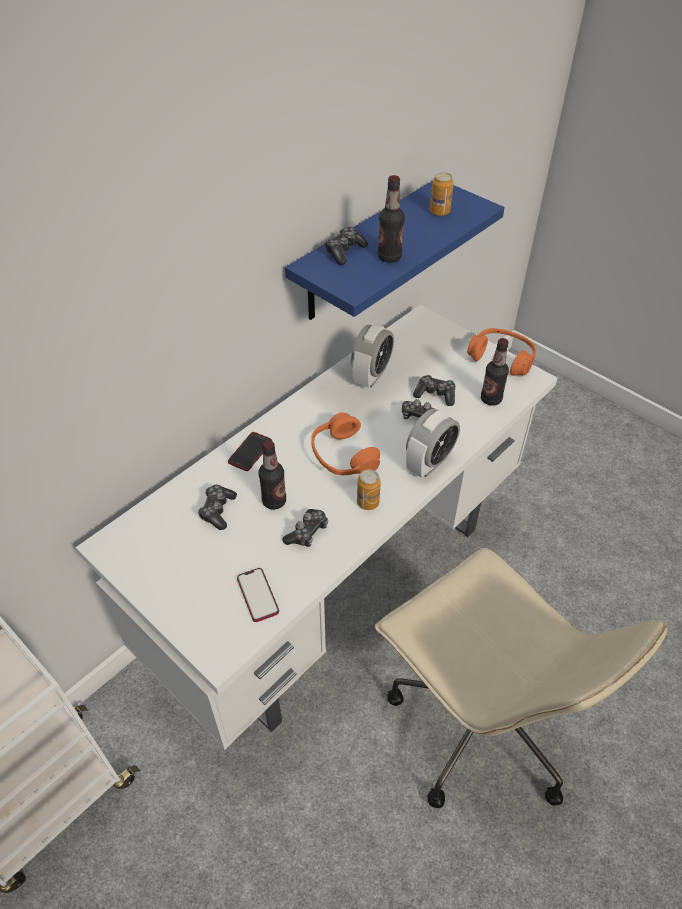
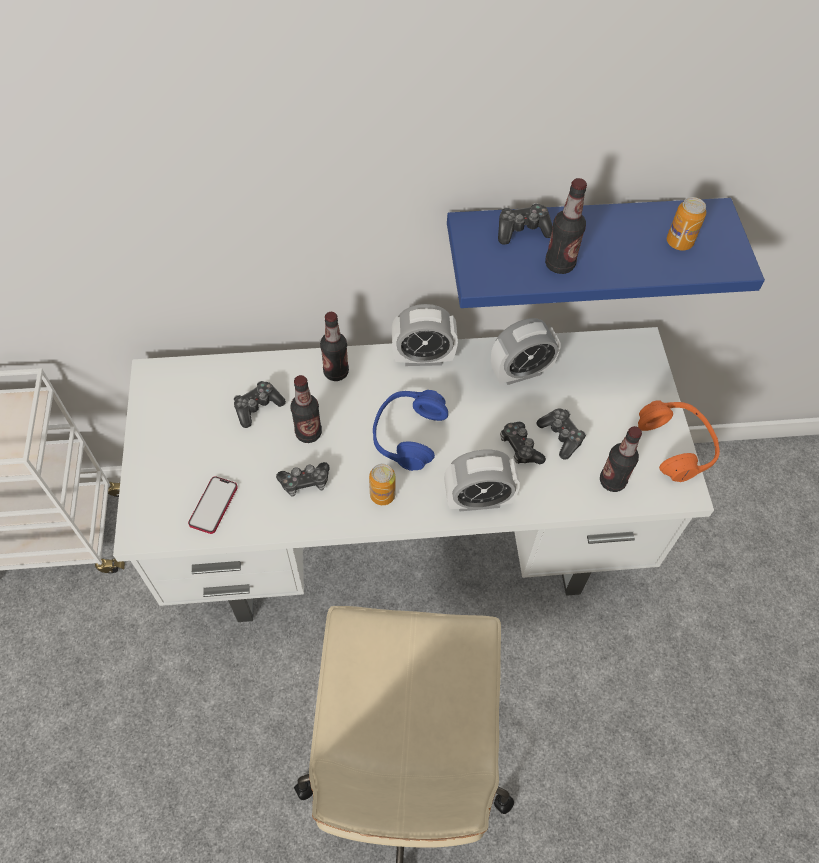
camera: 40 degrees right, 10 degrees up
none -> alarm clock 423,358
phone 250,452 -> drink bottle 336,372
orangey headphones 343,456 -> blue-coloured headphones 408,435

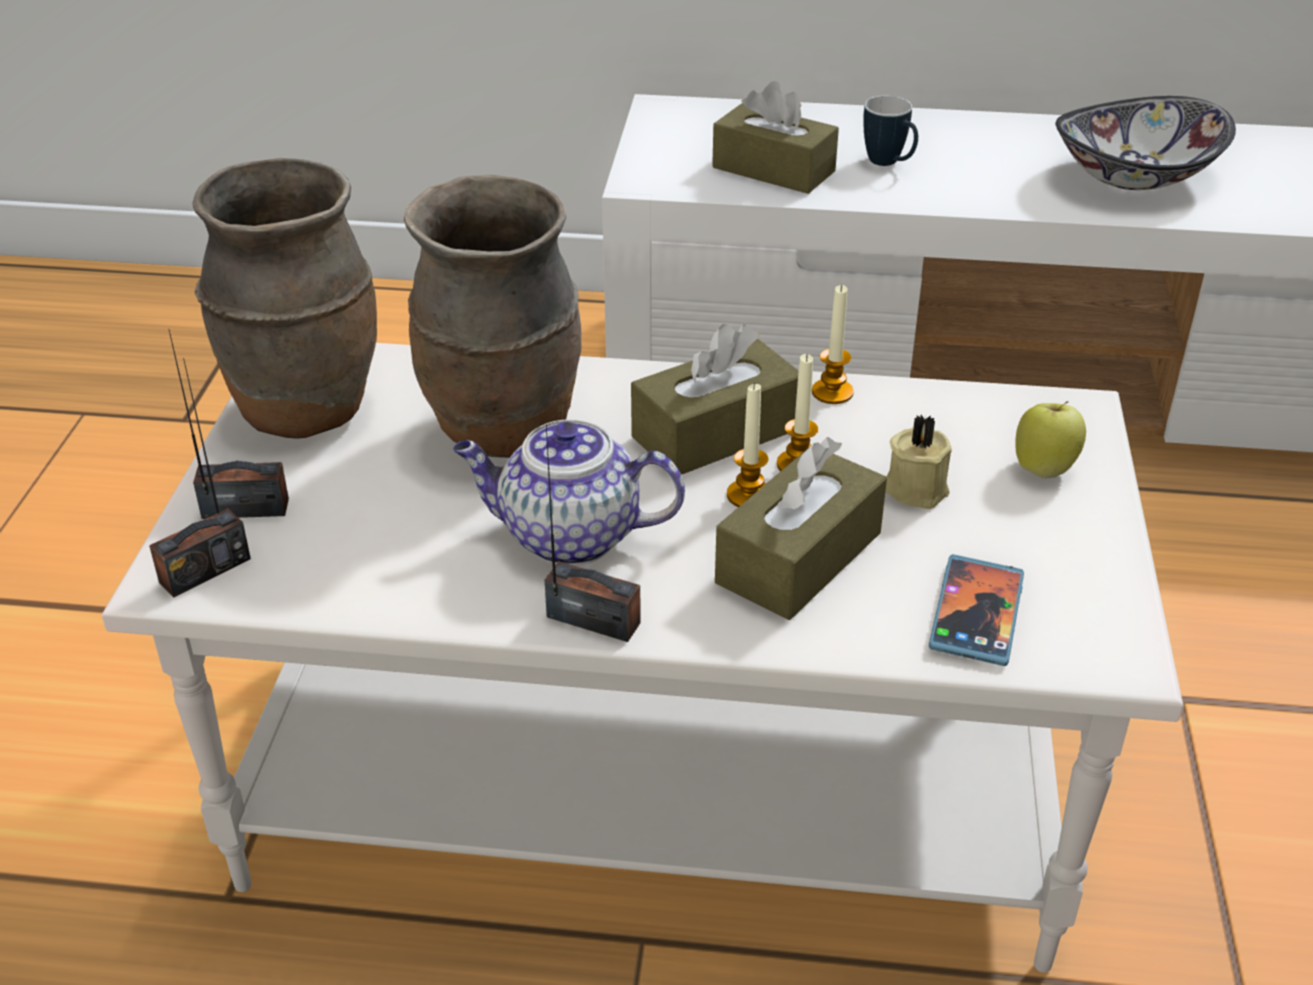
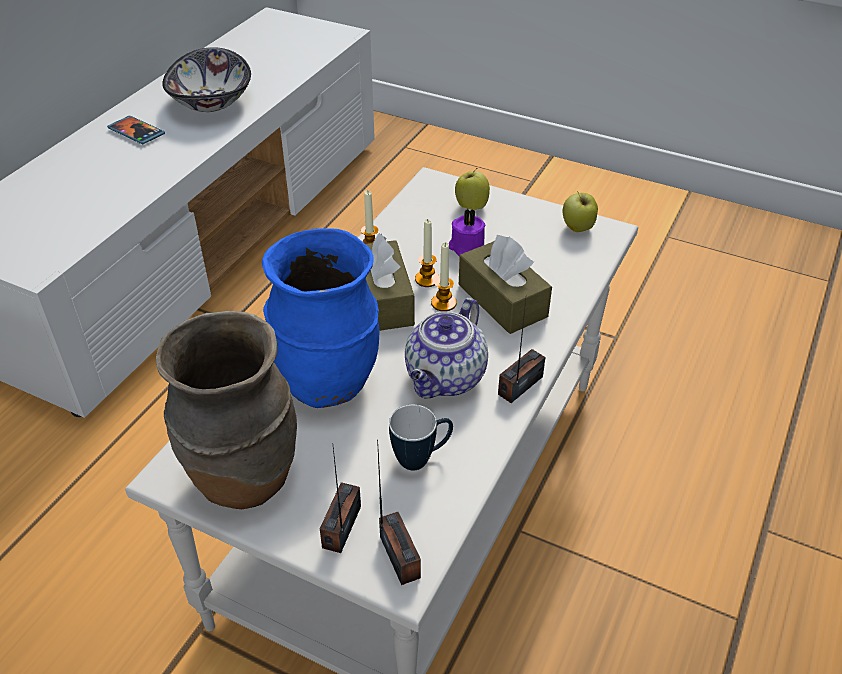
camera: 70 degrees left, 5 degrees up
brown-coloured box of tissues 773,169 -> none
none -> apple 577,229
tea mug 889,164 -> tea mug 421,458, moved
phone 976,613 -> phone 136,132, moved
brown-coloured flower vase 504,432 -> blue-coloured flower vase 329,384
sand-coloured candle 915,488 -> purplish candle 466,248

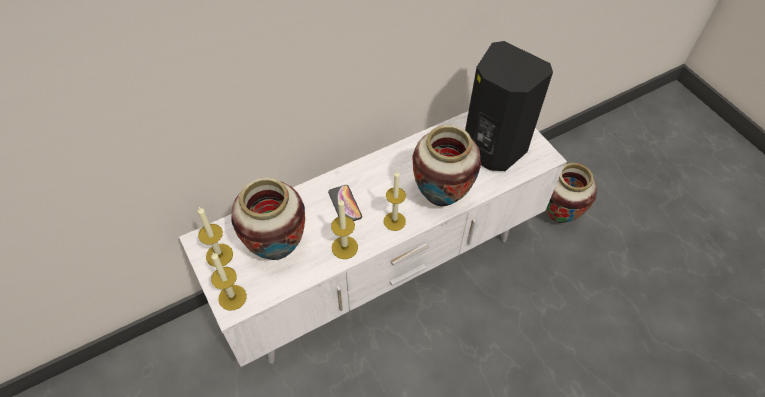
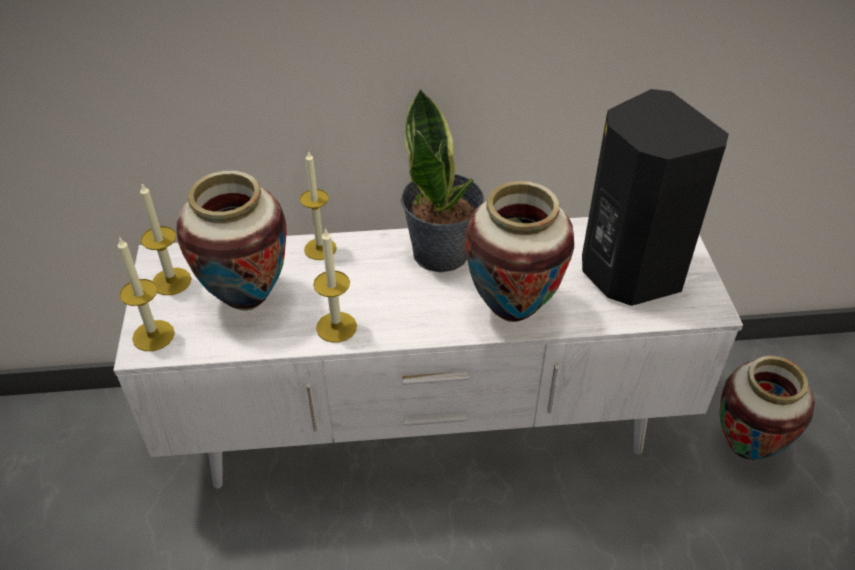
camera: 25 degrees right, 10 degrees down
phone 345,204 -> none
none -> houseplant 442,252
candle 394,221 -> candle 320,249, moved

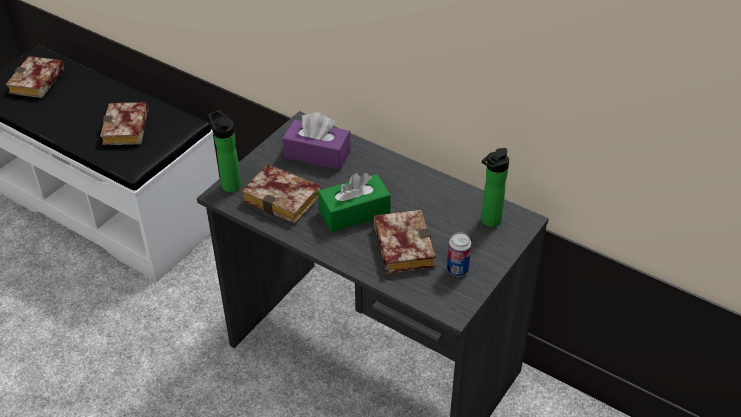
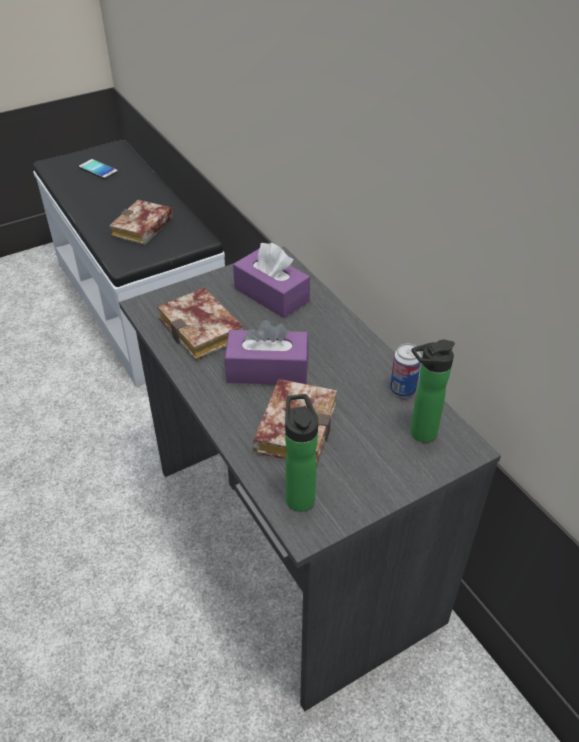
camera: 25 degrees right, 0 degrees up
drink bottle 230,184 -> drink bottle 299,496, moved
can 457,270 -> can 402,389, moved
book 37,83 -> phone 98,169
green-coloured box of tissues 354,212 -> purplish box of tissues 267,370

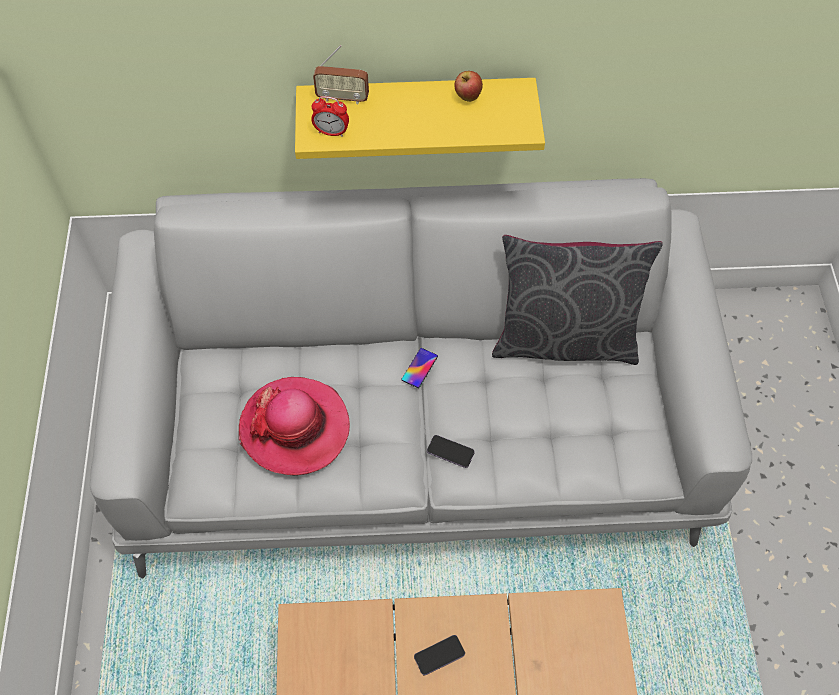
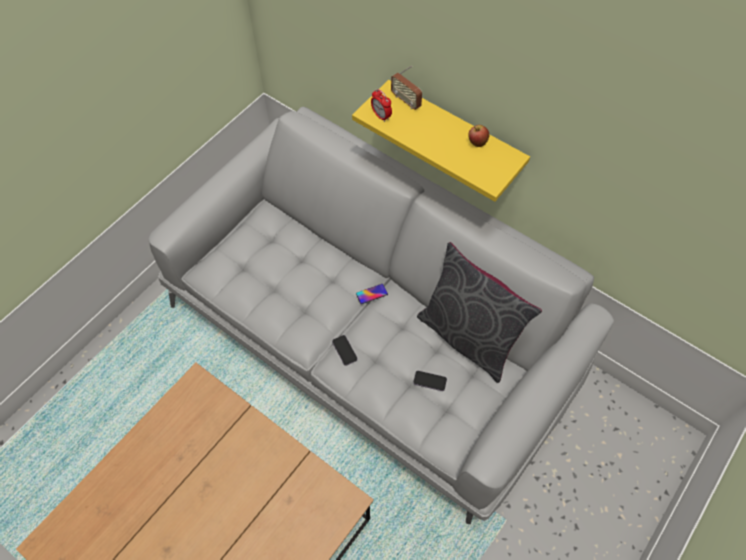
camera: 40 degrees right, 0 degrees up
wearable hat 295,427 -> none
phone 439,655 -> phone 430,381, moved

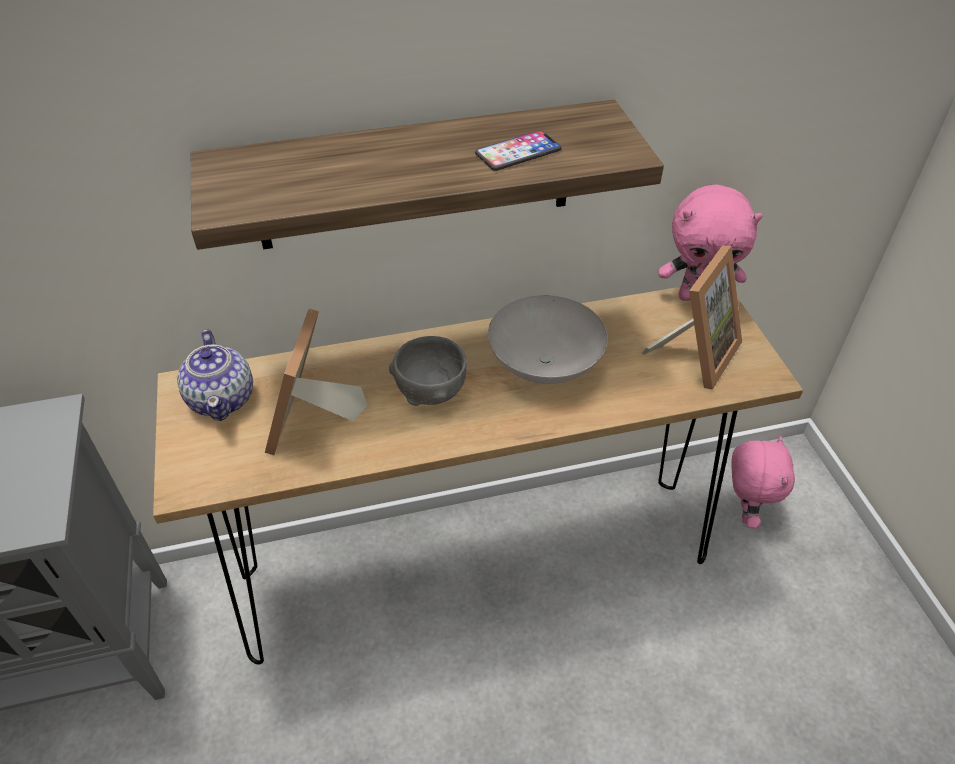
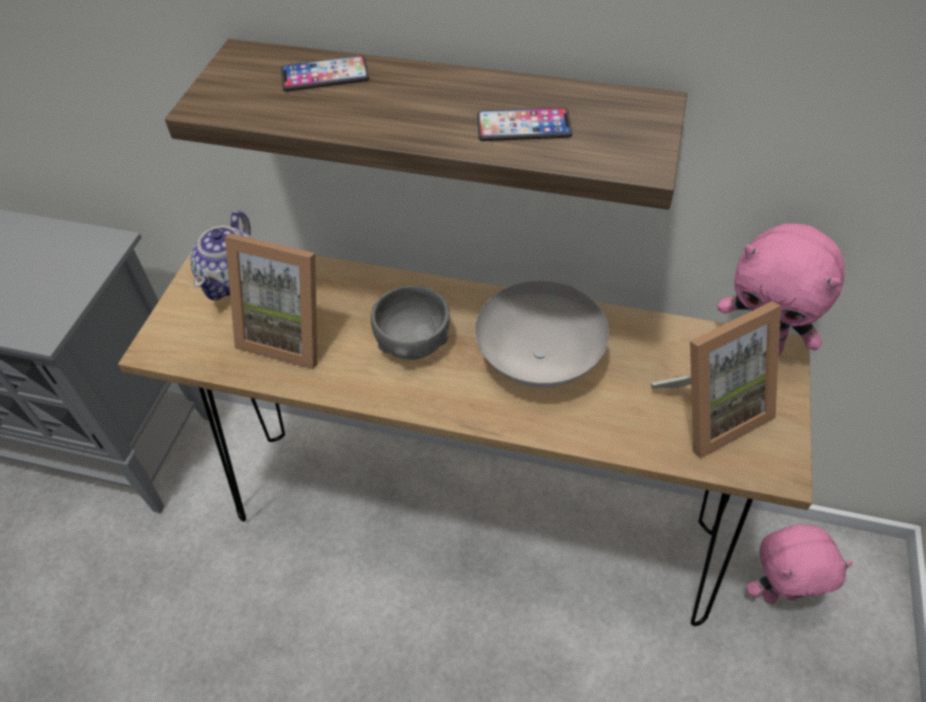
camera: 30 degrees right, 5 degrees up
none -> phone 325,75
photo frame 312,423 -> photo frame 290,333, 105 degrees counterclockwise
pink-coloured plush toy 744,511 -> pink-coloured plush toy 778,593, 45 degrees clockwise

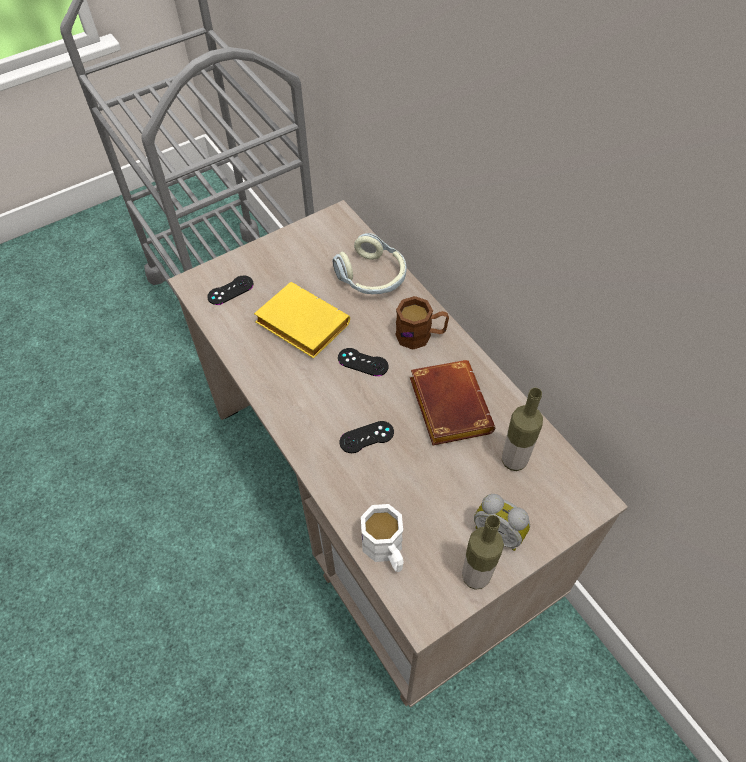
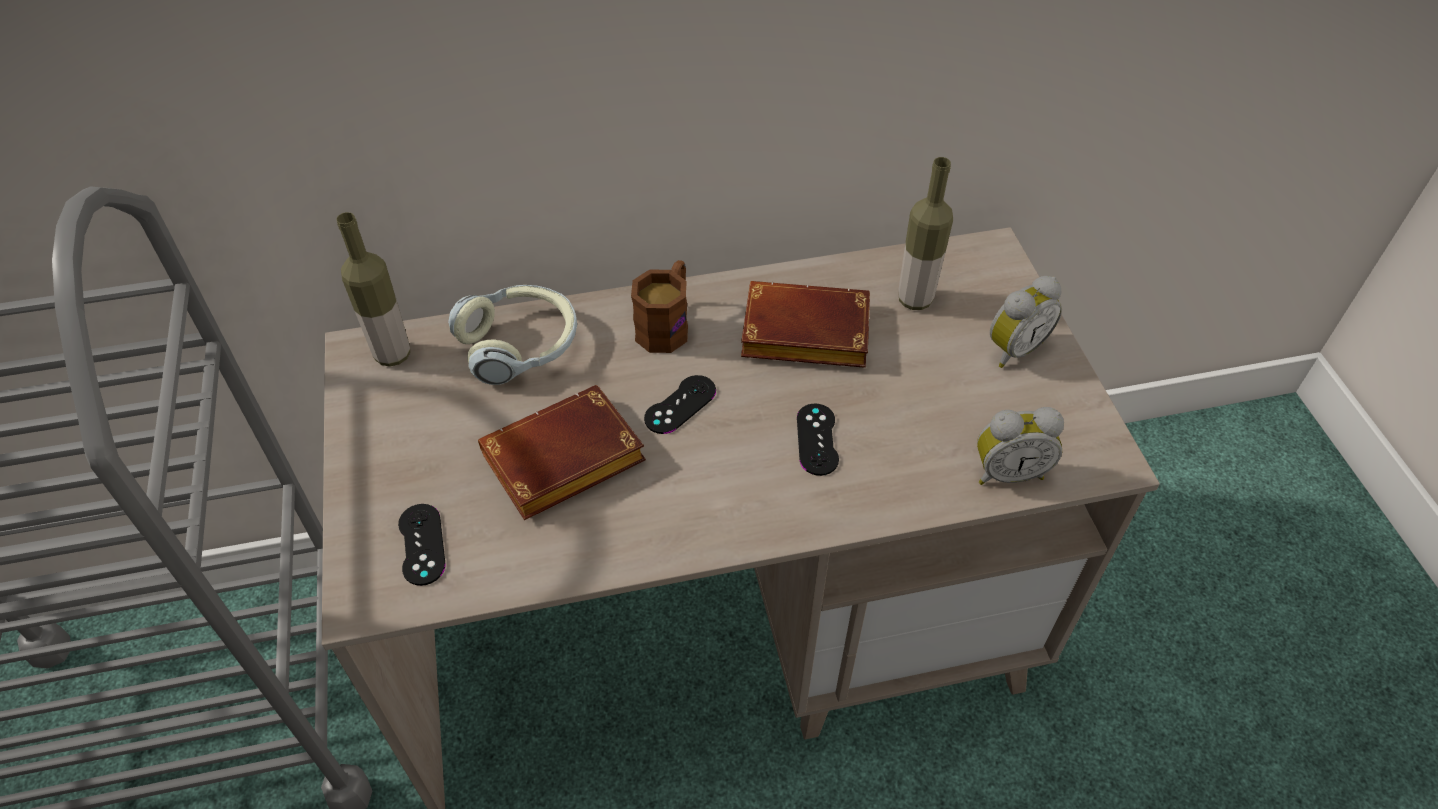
camera: 70 degrees left, 5 degrees down
drink bottle 475,576 -> drink bottle 392,354, moved
whitish tea mug 386,550 -> alarm clock 1007,471
yellow-coloured book 299,325 -> brown-coloured book 561,464

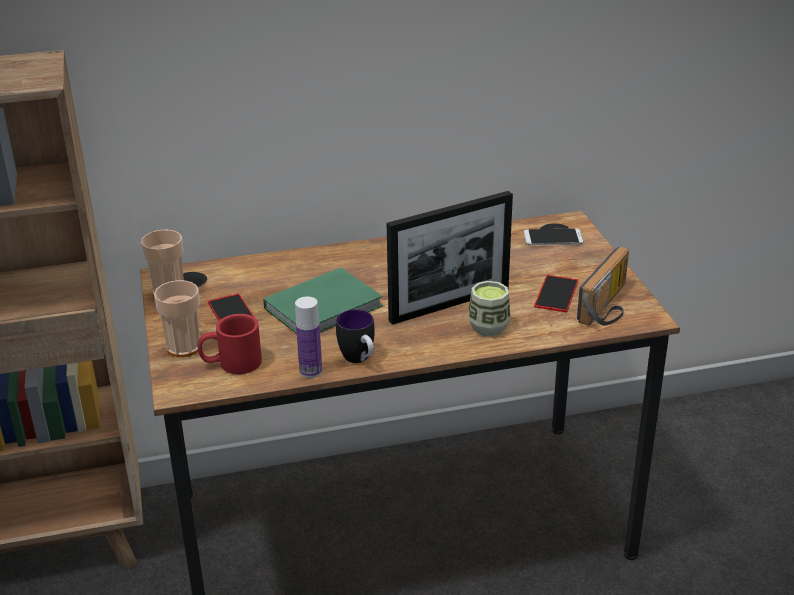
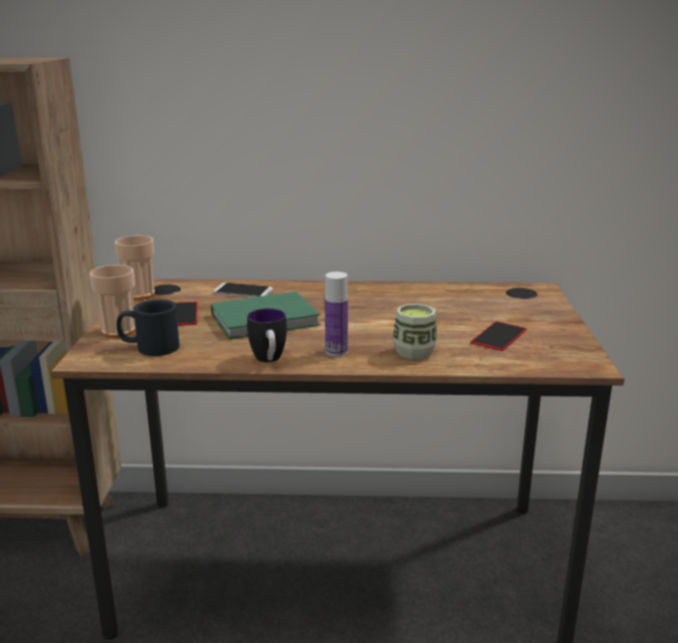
camera: 15 degrees right, 10 degrees down
photo frame 449,304 -> none
radio receiver 609,307 -> none
drink bottle 311,371 -> drink bottle 336,351, moved
phone 553,238 -> phone 243,291, moved
reddish tea mug 231,363 -> black-coloured tea mug 149,347

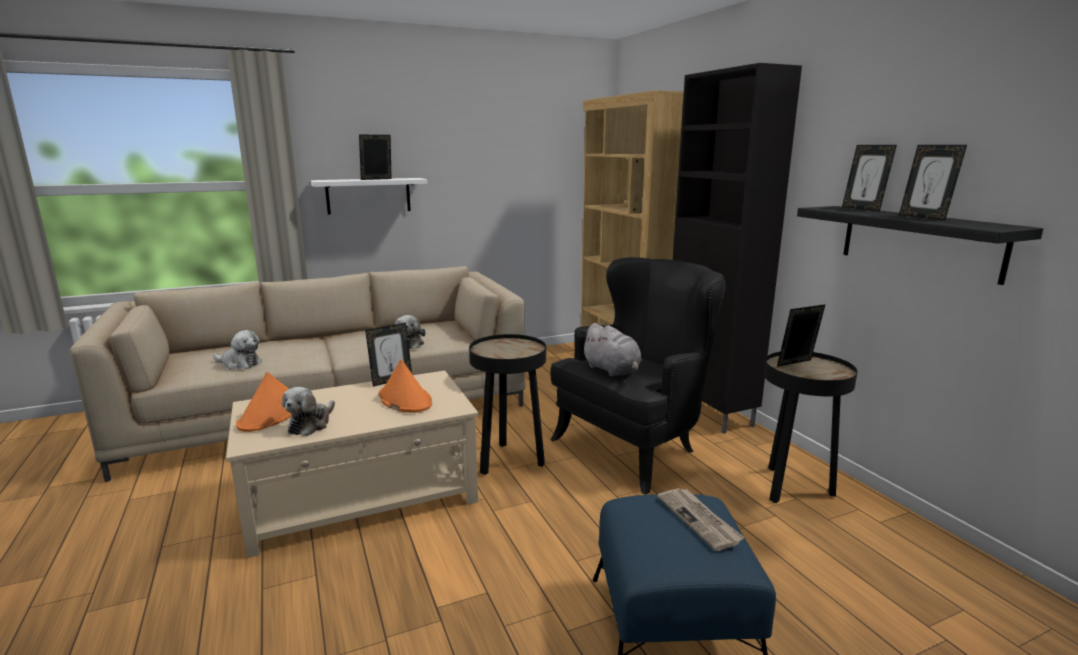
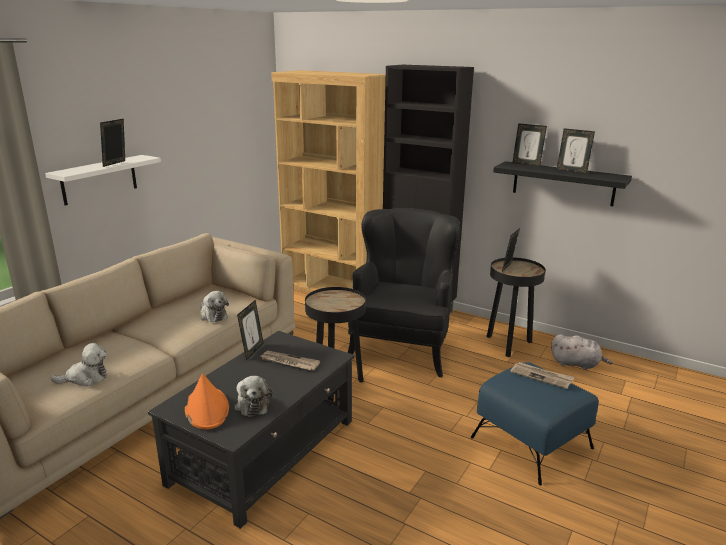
camera: 35 degrees left, 5 degrees up
grey plush toy 612,370 -> grey plush toy 576,364, moved
orangey wearable hat 404,399 -> newspaper 289,362
sand-coloured low table 363,496 -> black-coloured low table 265,450

